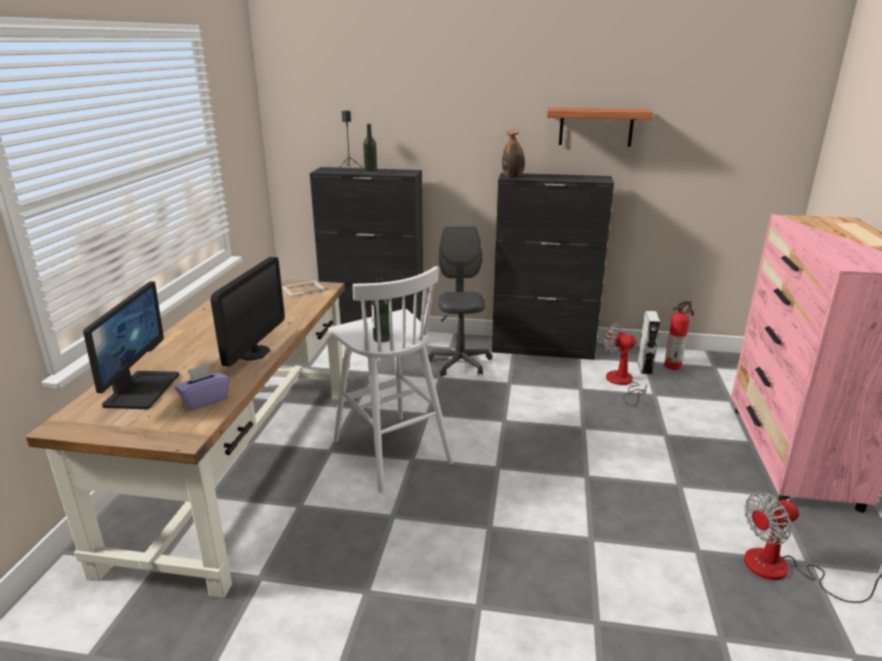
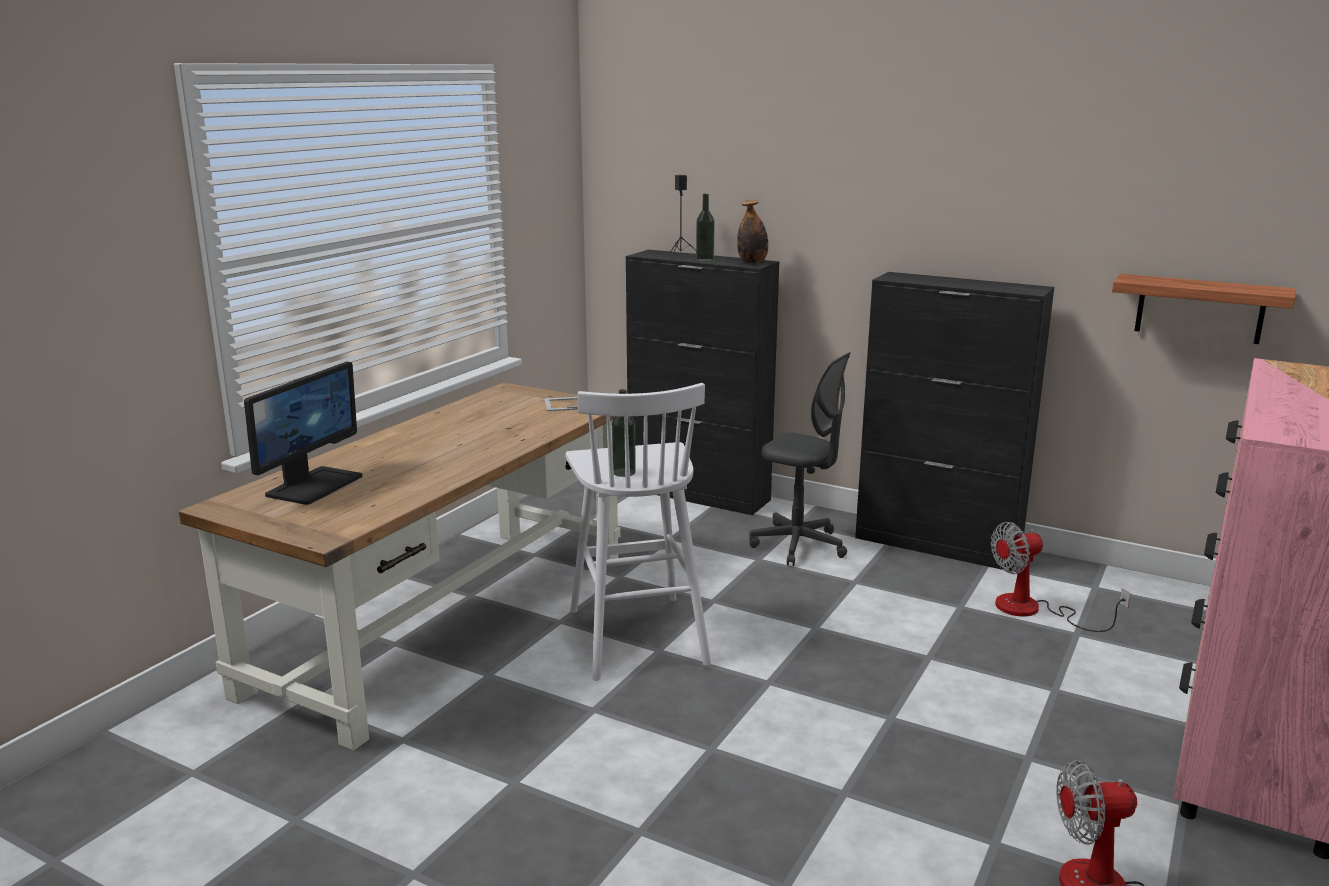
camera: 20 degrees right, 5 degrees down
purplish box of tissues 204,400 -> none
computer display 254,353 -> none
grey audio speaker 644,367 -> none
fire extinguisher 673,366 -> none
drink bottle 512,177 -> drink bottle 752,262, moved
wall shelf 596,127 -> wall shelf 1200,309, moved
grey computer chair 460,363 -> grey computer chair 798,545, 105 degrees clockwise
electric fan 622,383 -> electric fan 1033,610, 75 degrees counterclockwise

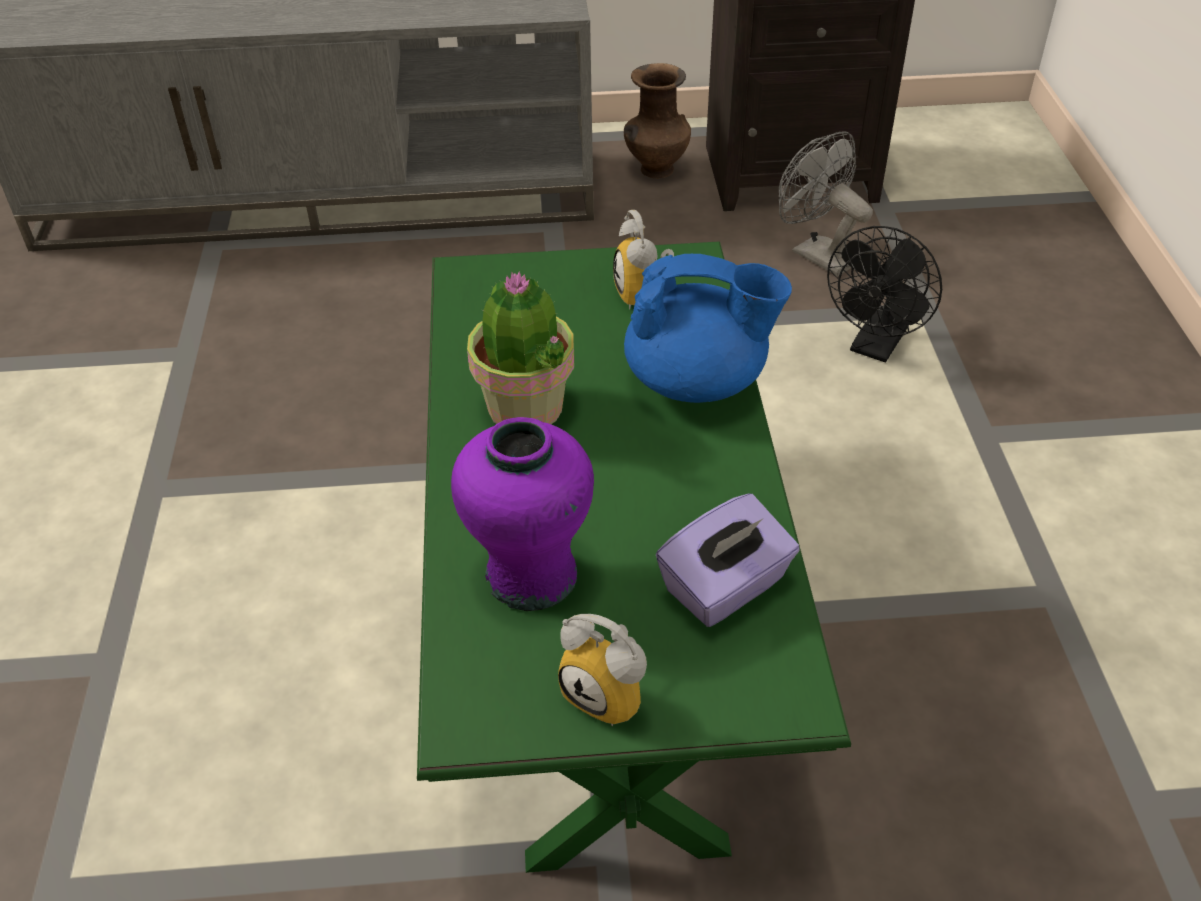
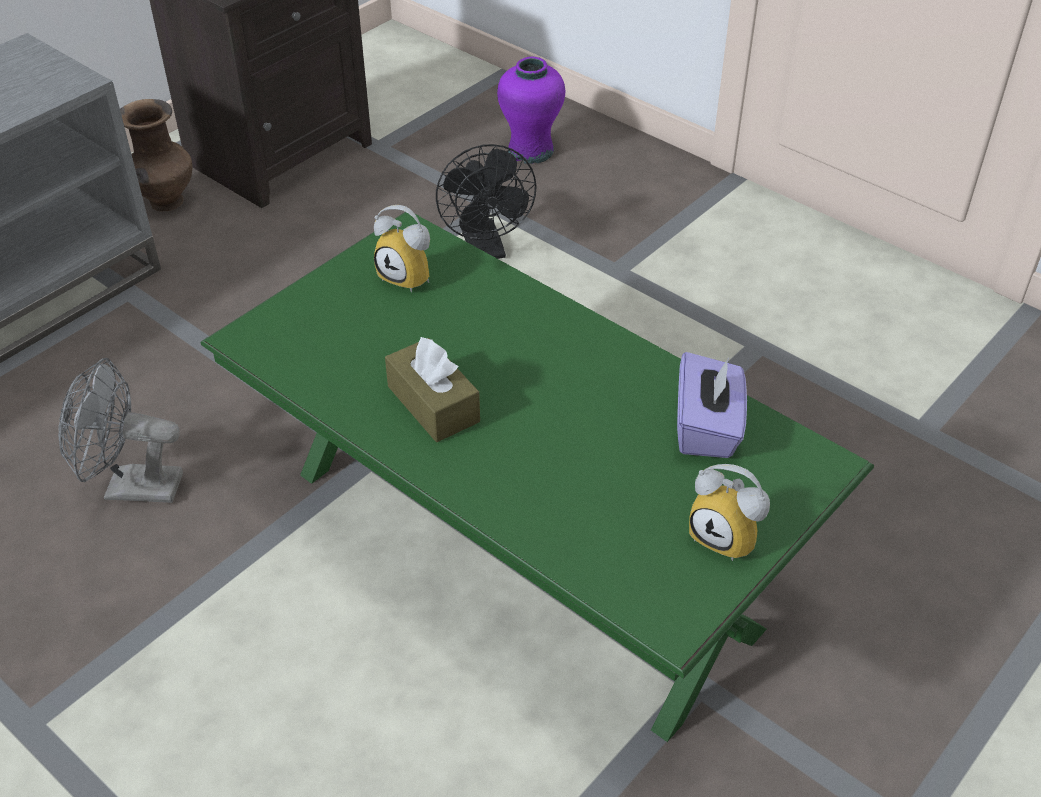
camera: 45 degrees left, 0 degrees up
blue-coloured teapot 698,381 -> none
purplish flower vase 531,577 -> purplish flower vase 531,151, moved
grey electric fan 816,254 -> grey electric fan 131,487, moved
houseplant 525,409 -> brown-coloured box of tissues 433,404
alarm clock 611,694 -> alarm clock 728,536, 45 degrees clockwise

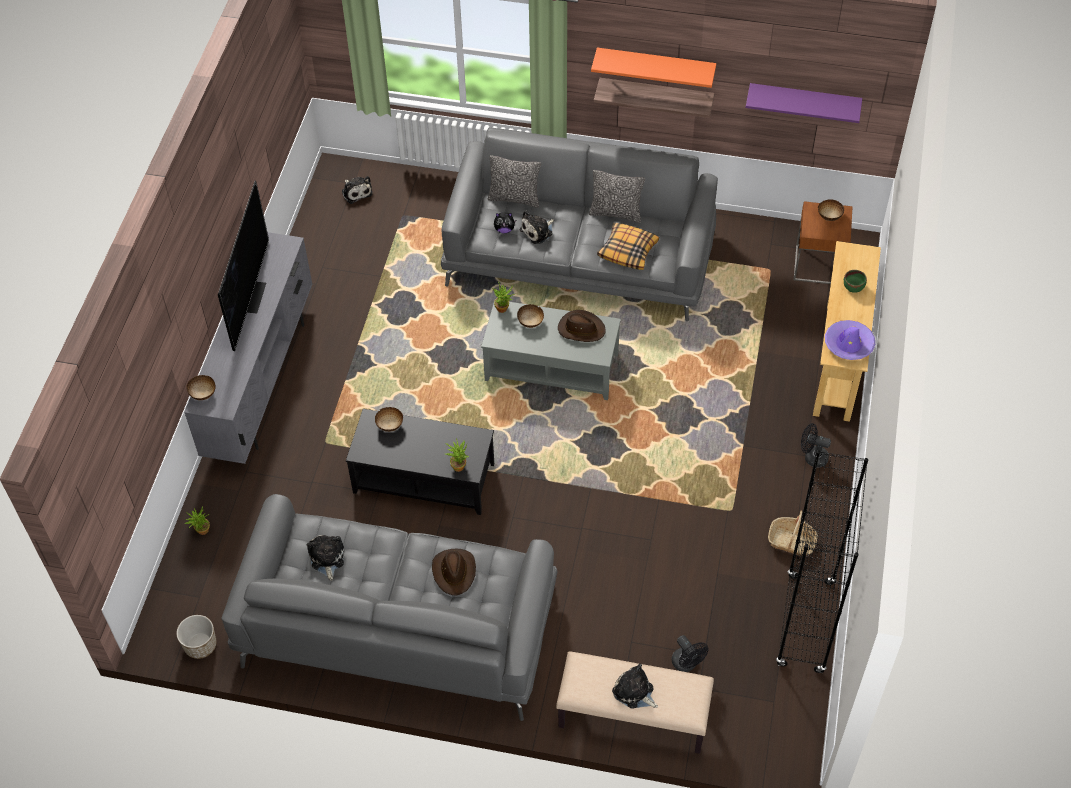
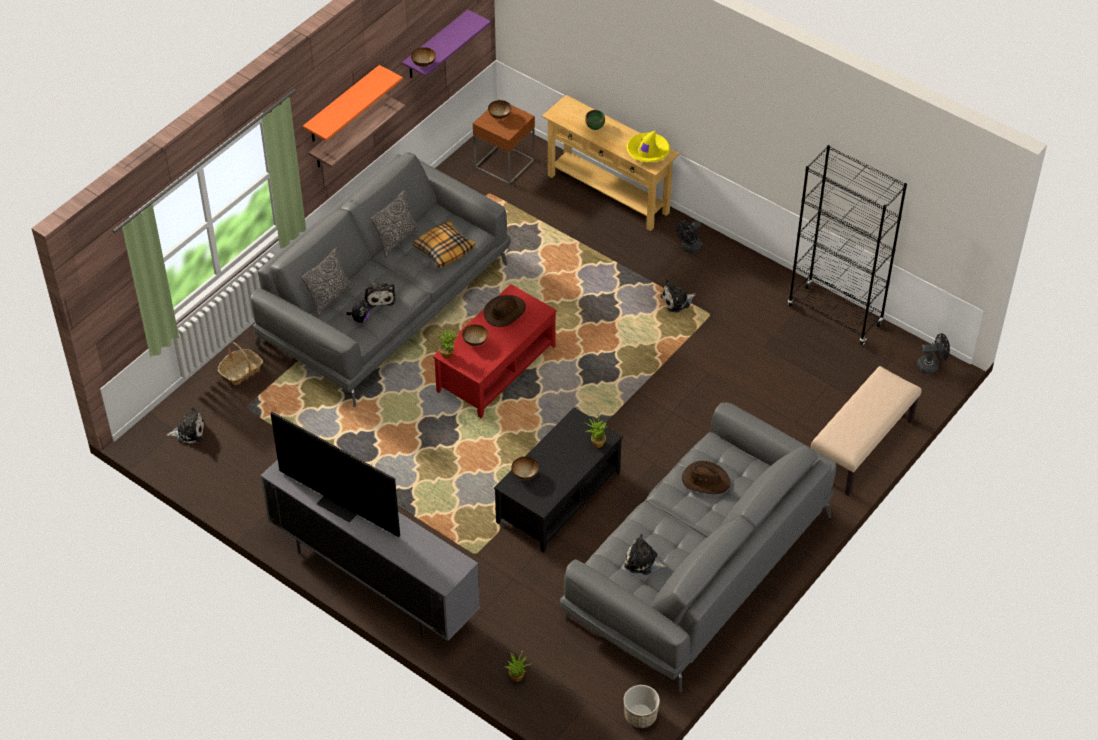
camera: 65 degrees left, 5 degrees down
serving bowl 203,394 -> serving bowl 424,63, moved
plush toy 634,692 -> plush toy 677,301, moved
black-coloured electric fan 687,664 -> black-coloured electric fan 931,366, moved
household basket 791,541 -> household basket 241,371, moved
grey low table 552,366 -> reddish low table 495,368
purplish wearable hat 848,344 -> yellow-coloured wearable hat 648,152

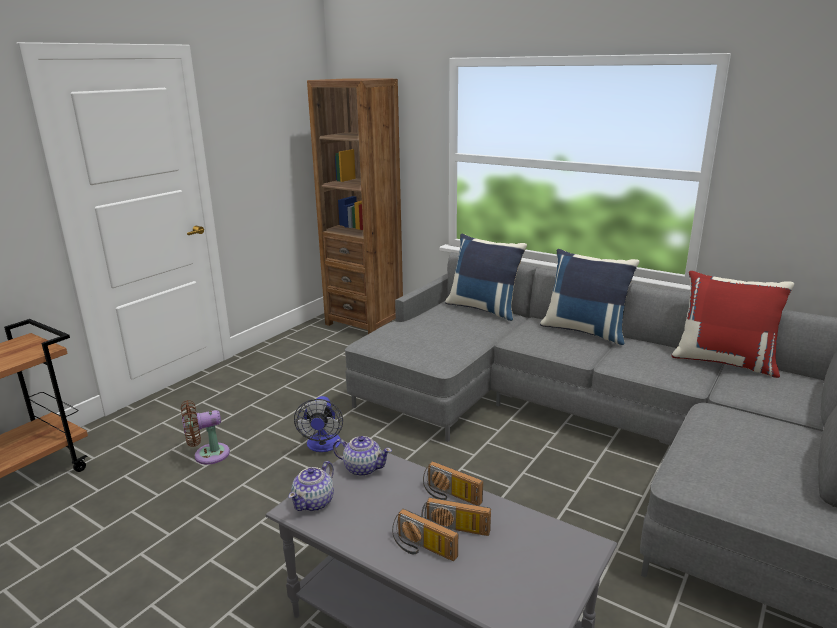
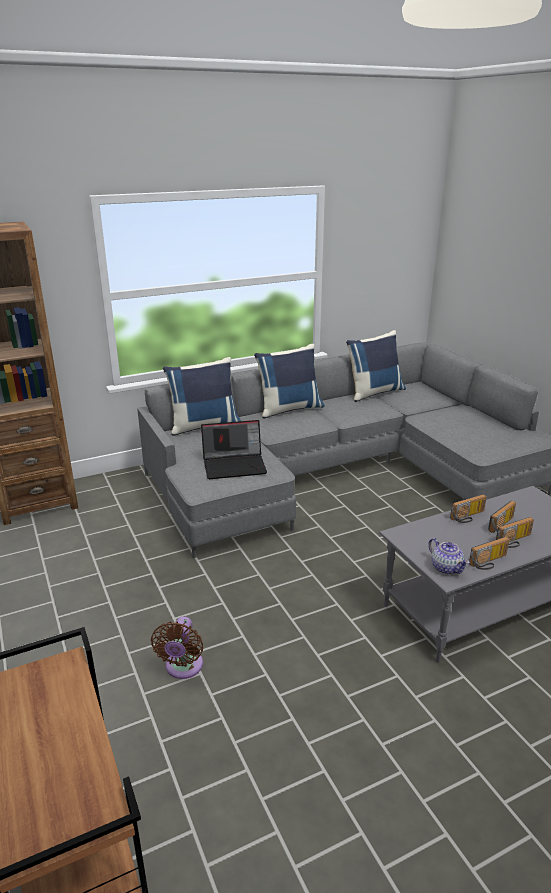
camera: 60 degrees left, 5 degrees up
electric fan 323,446 -> none
teapot 362,468 -> none
none -> portable computer 235,465
none -> radio receiver 489,562
reddish pillow 724,361 -> blue-coloured pillow 374,392

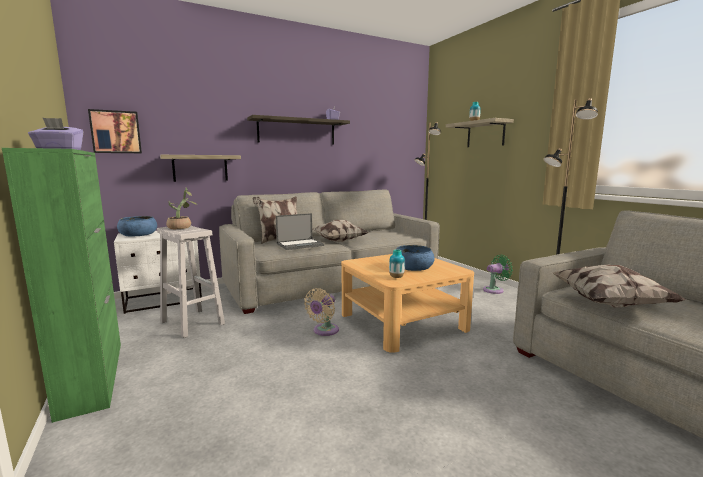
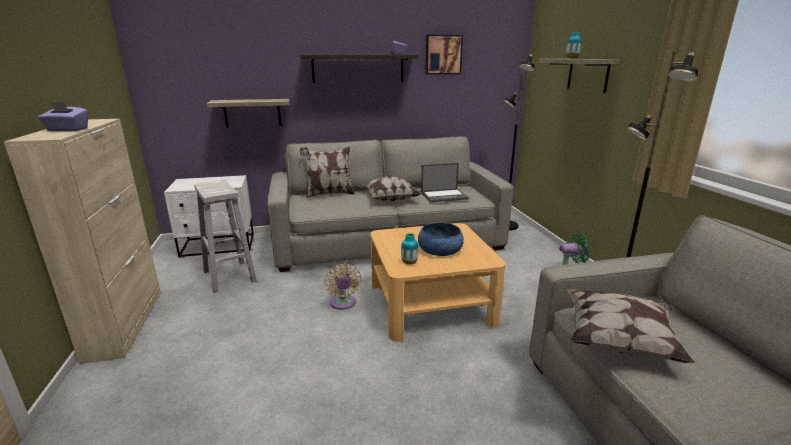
camera: 15 degrees right, 10 degrees up
blue-coloured serving bowl 138,234 -> none
houseplant 182,227 -> none
wall picture 116,132 -> wall picture 443,54, moved
portable computer 300,244 -> portable computer 444,196, moved
green-coloured cabinet 92,376 -> sand-coloured cabinet 126,323
sand-coloured electric fan 324,331 -> sand-coloured electric fan 343,304, 60 degrees counterclockwise

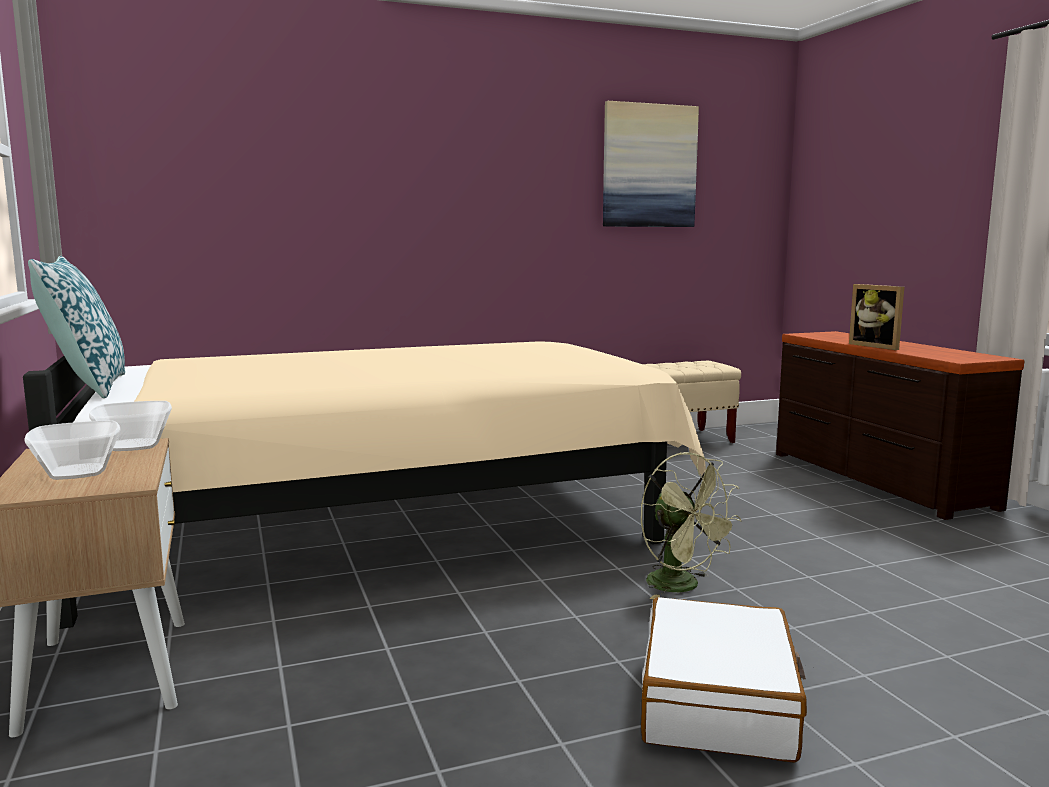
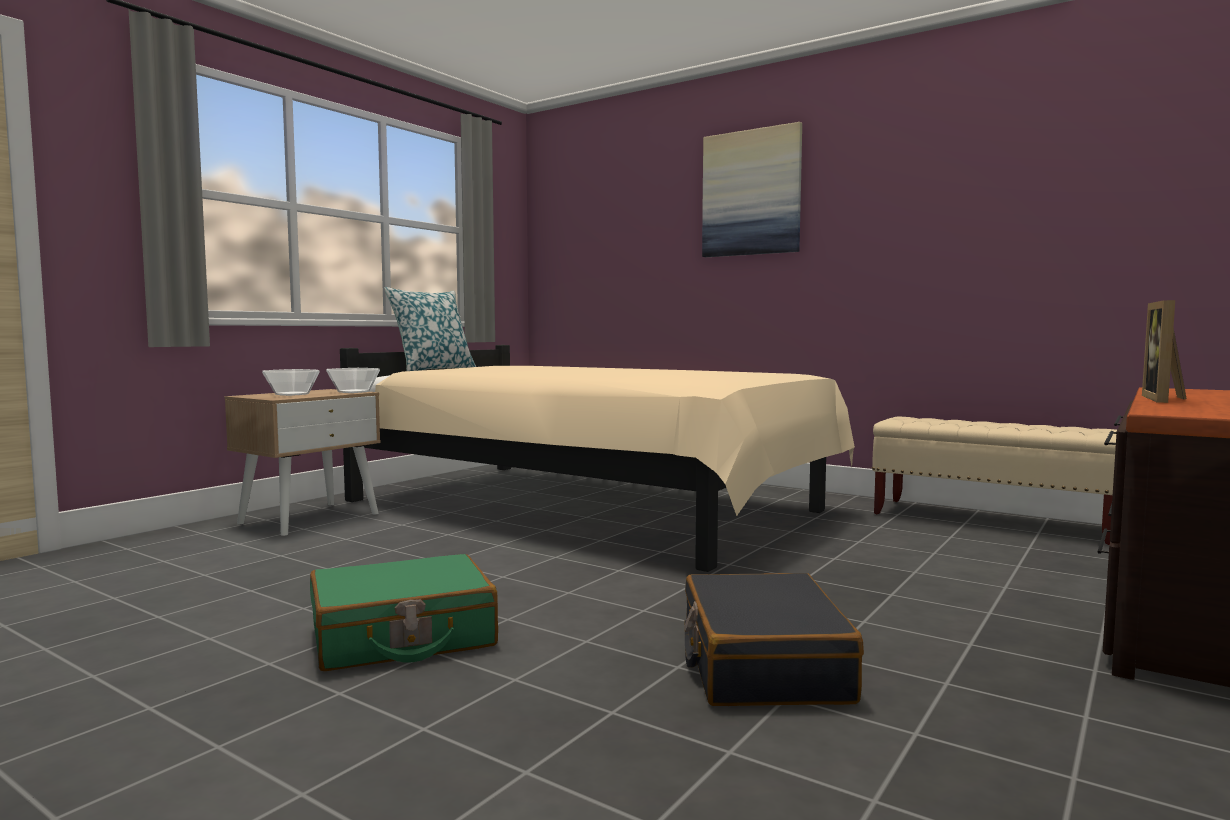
camera: 55 degrees right, 5 degrees down
green-coloured electric fan 682,587 -> none
none -> black-coloured piece of luggage 762,664
wall picture 649,166 -> wall picture 751,193, moved
whitish piece of luggage 719,702 -> green-coloured piece of luggage 402,637

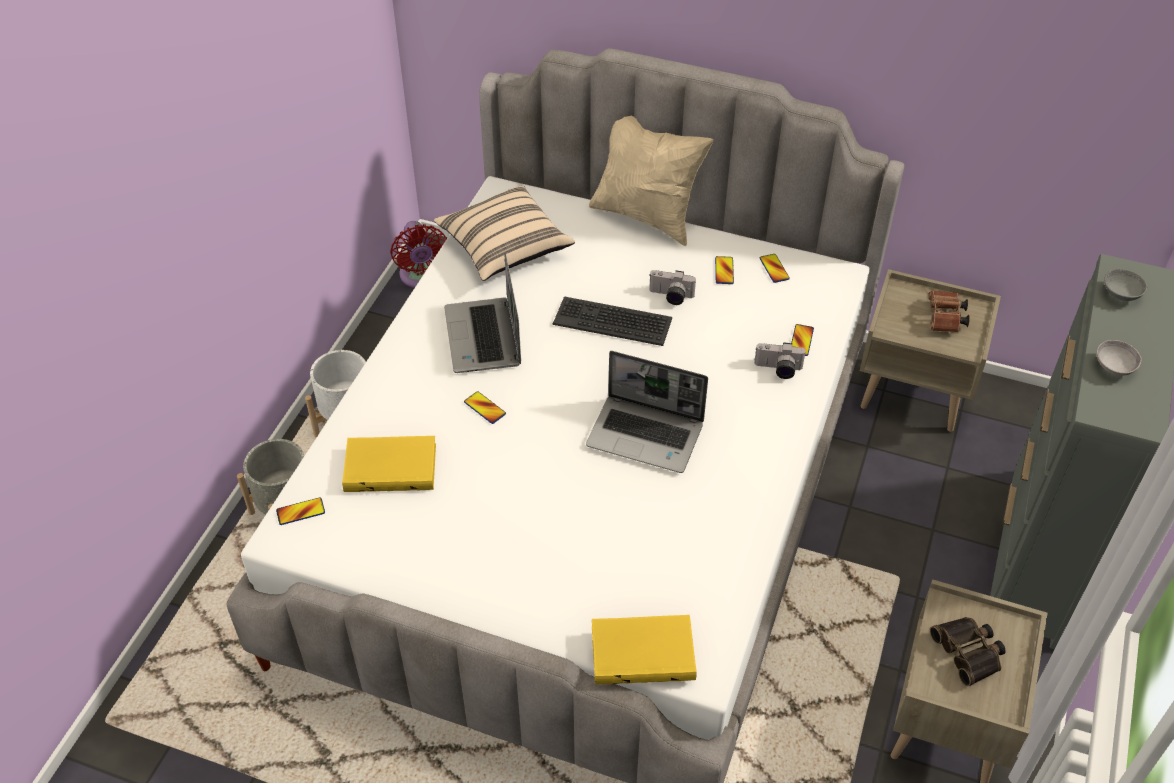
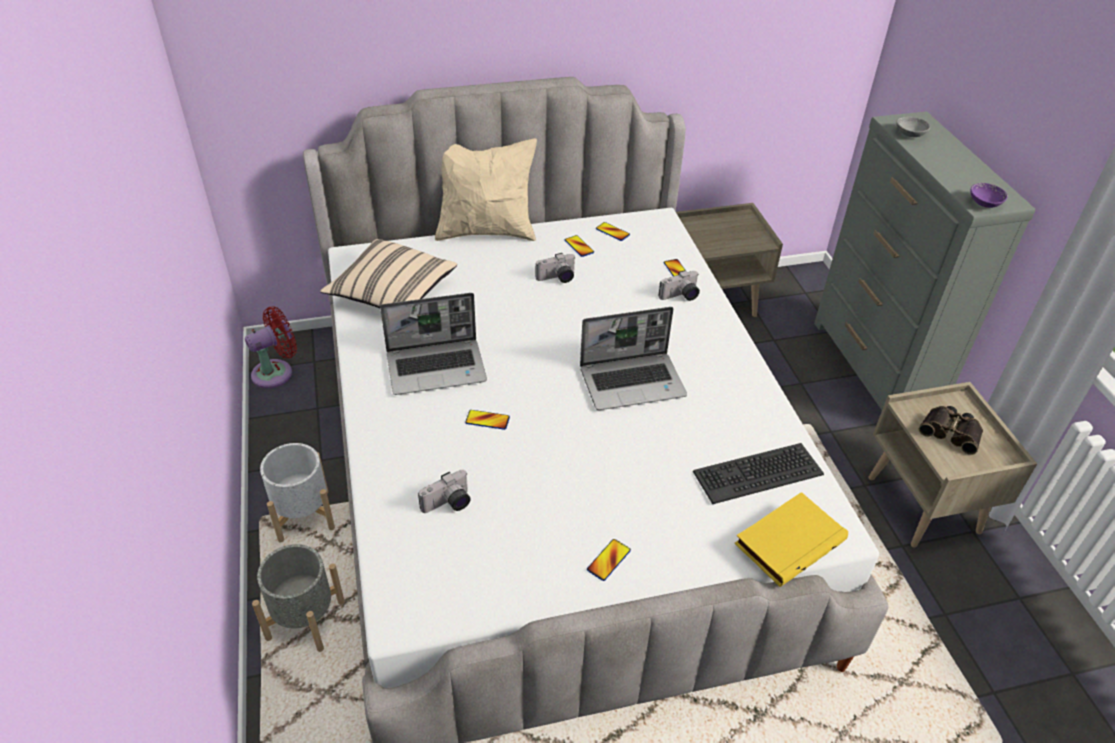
camera: 35 degrees left, 5 degrees down
brown-coloured pair of binoculars 945,319 -> none
grey serving bowl 1114,366 -> none
none -> purplish serving bowl 984,203
phone 300,512 -> phone 608,560, moved
computer keyboard 612,321 -> computer keyboard 757,473, moved
yellow-coloured book 391,466 -> photo camera 448,504
reddish electric fan 421,277 -> reddish electric fan 276,372, 75 degrees counterclockwise
portable computer 484,338 -> portable computer 437,367, 60 degrees counterclockwise

